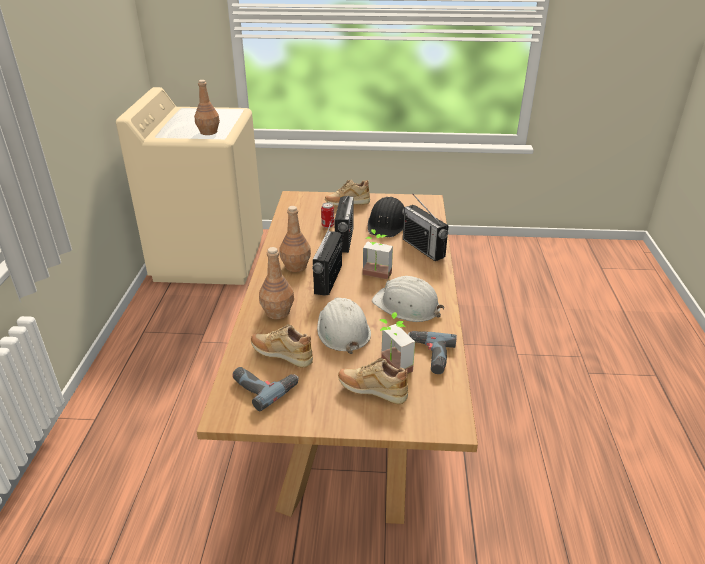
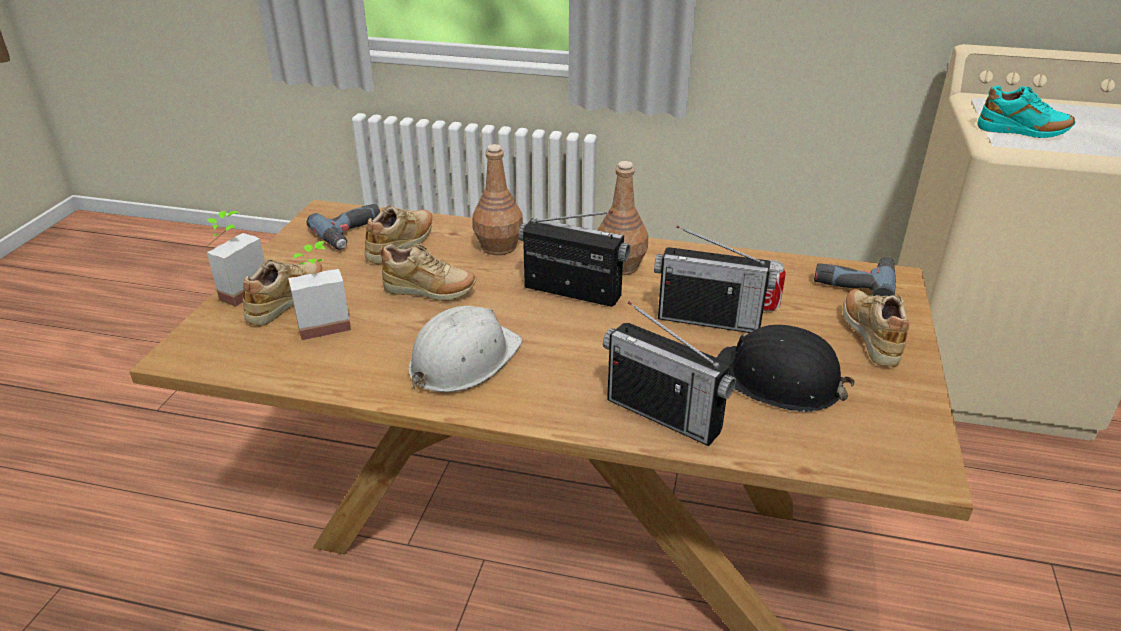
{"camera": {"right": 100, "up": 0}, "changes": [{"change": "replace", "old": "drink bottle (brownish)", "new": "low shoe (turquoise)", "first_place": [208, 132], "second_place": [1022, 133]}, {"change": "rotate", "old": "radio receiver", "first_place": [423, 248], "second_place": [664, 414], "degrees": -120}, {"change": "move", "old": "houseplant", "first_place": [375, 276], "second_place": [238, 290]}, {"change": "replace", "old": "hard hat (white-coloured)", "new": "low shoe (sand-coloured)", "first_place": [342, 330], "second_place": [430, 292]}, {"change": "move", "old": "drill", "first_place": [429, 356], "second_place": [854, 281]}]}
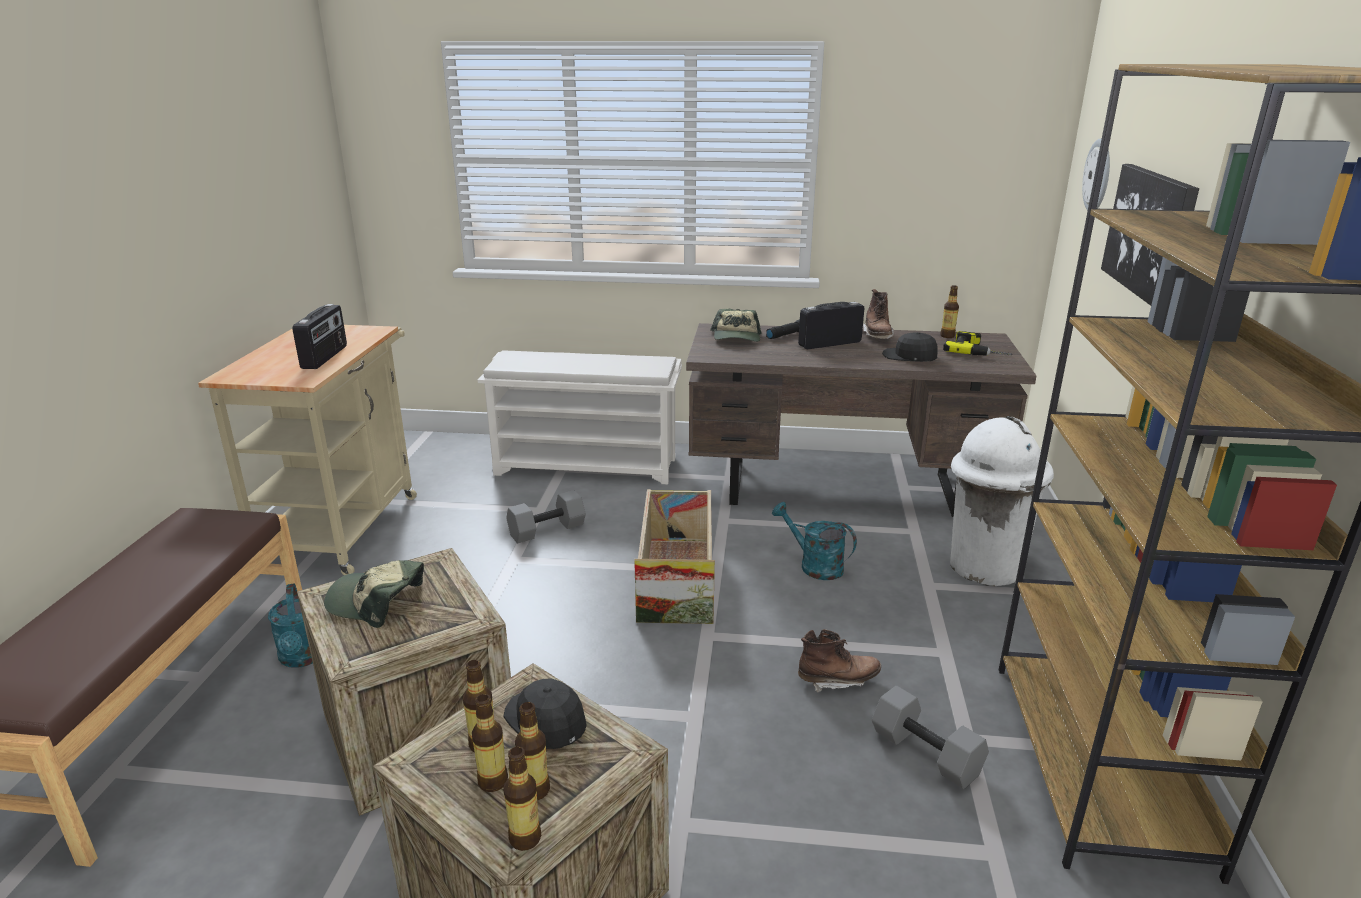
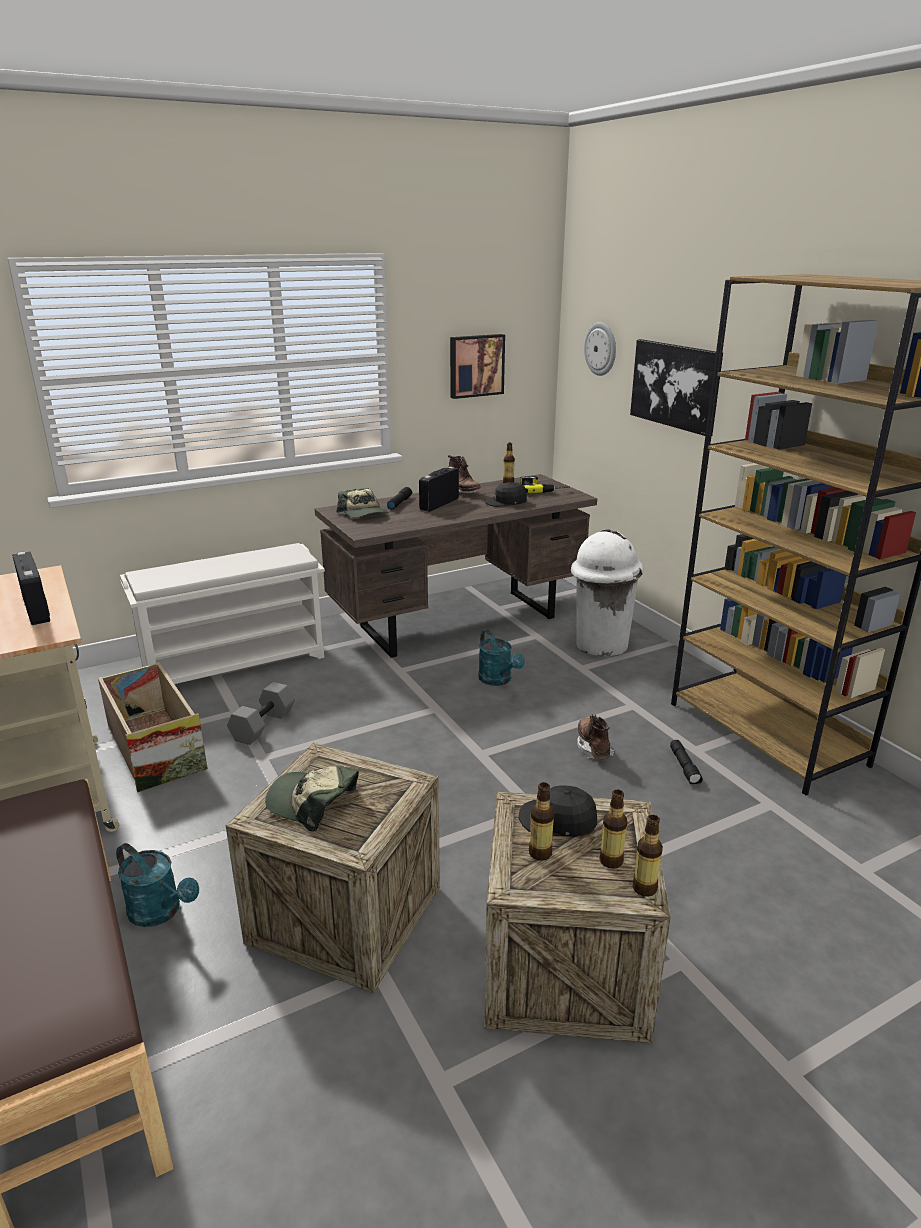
{"camera": {"right": -35, "up": 0}, "changes": [{"change": "move", "old": "crate", "first_place": [676, 579], "second_place": [154, 747]}, {"change": "rotate", "old": "watering can (turquoise)", "first_place": [814, 565], "second_place": [498, 680], "degrees": -120}, {"change": "rotate", "old": "cap", "first_place": [376, 601], "second_place": [312, 803], "degrees": 45}, {"change": "rotate", "old": "boot (brownish)", "first_place": [837, 680], "second_place": [593, 747], "degrees": -60}, {"change": "replace", "old": "free weight (greyish)", "new": "flashlight (black-coloured)", "first_place": [927, 753], "second_place": [685, 767]}, {"change": "delete", "old": "drink bottle", "first_place": [492, 781]}, {"change": "insert", "new": "wall art", "second_place": [476, 365]}]}
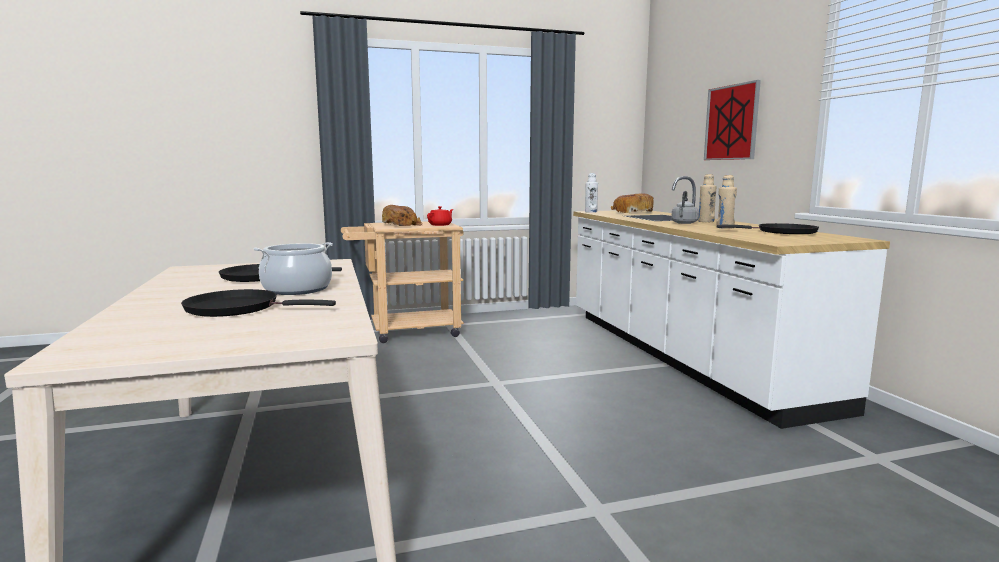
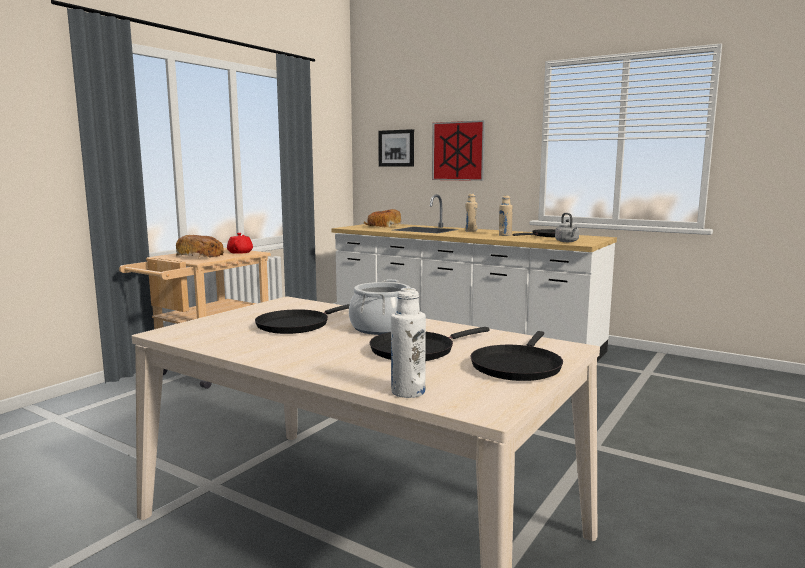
{"camera": {"right": -40, "up": 0}, "changes": [{"change": "move", "old": "drink bottle (white-coloured)", "first_place": [591, 212], "second_place": [408, 392]}, {"change": "move", "old": "water kettle (greyish)", "first_place": [684, 223], "second_place": [567, 241]}, {"change": "insert", "new": "wall art", "second_place": [396, 148]}, {"change": "insert", "new": "skillet (black-coloured)", "second_place": [517, 366]}]}
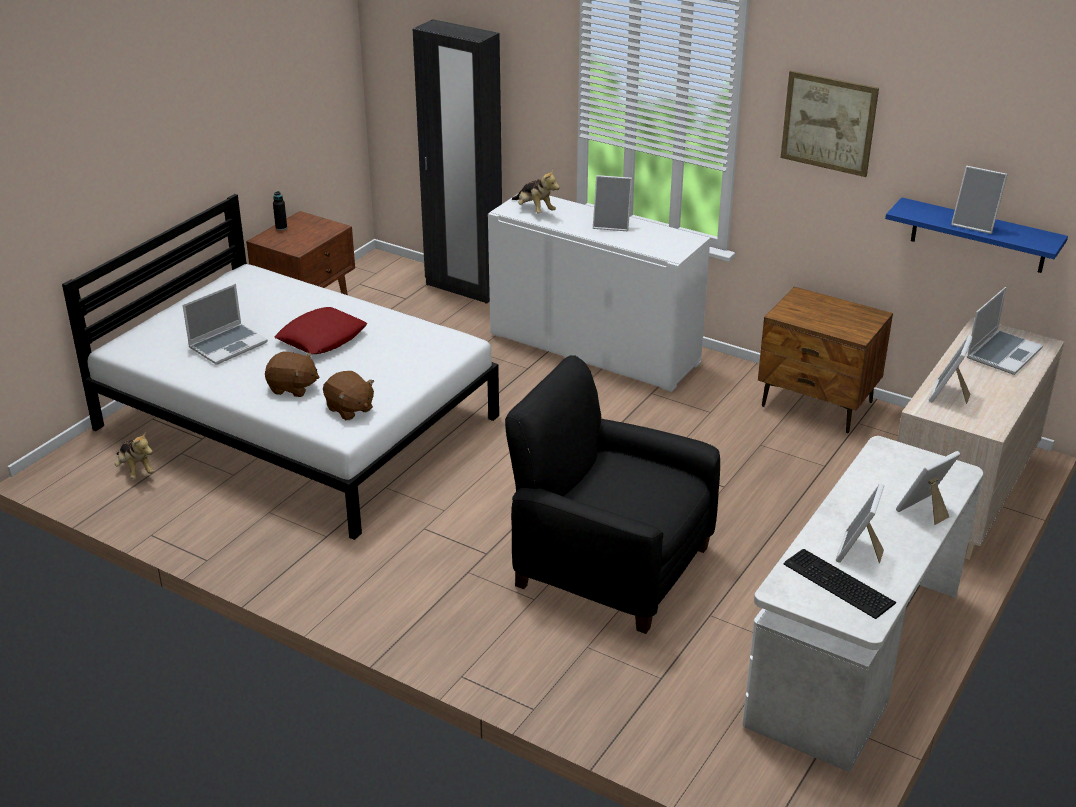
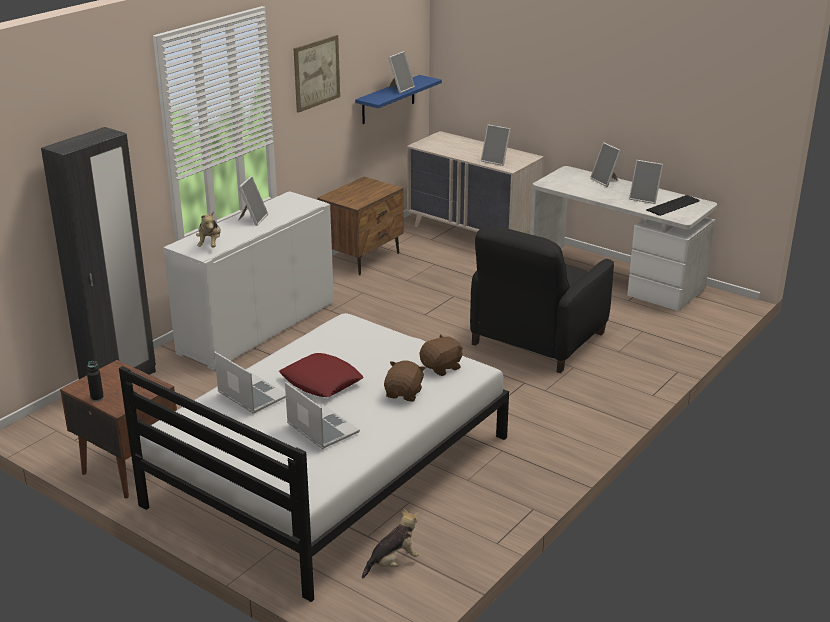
{"camera": {"right": -85, "up": -5}, "changes": [{"change": "rotate", "old": "cuddly toy", "first_place": [534, 210], "second_place": [210, 244], "degrees": 120}, {"change": "move", "old": "notebook computer", "first_place": [1003, 353], "second_place": [251, 395]}]}
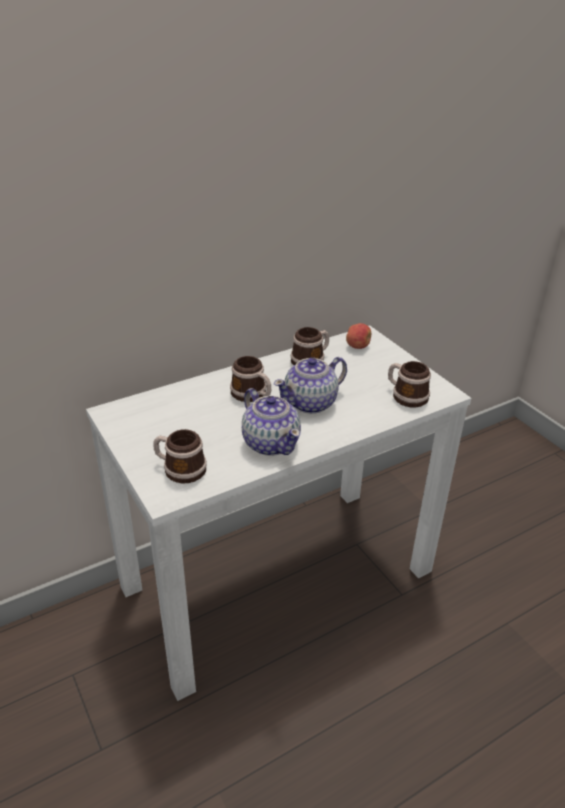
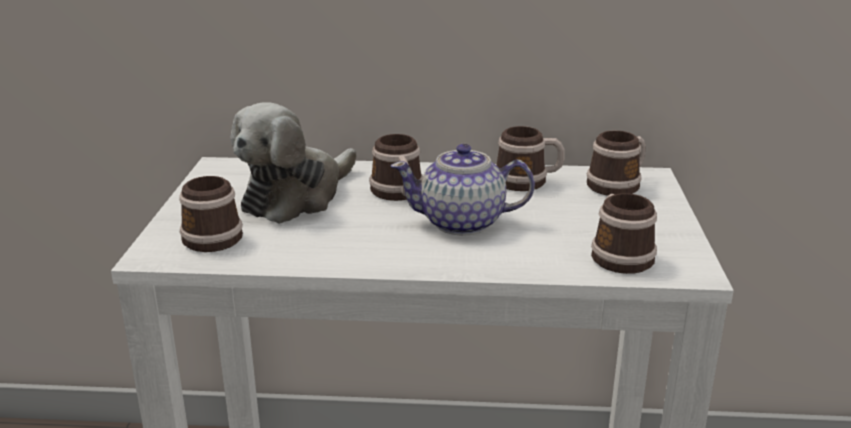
{"camera": {"right": 35, "up": -10}, "changes": [{"change": "replace", "old": "whole apple", "new": "coffee mug", "first_place": [358, 346], "second_place": [618, 184]}, {"change": "delete", "old": "pot for tea", "first_place": [271, 443]}, {"change": "insert", "new": "cuddly toy", "second_place": [296, 197]}]}
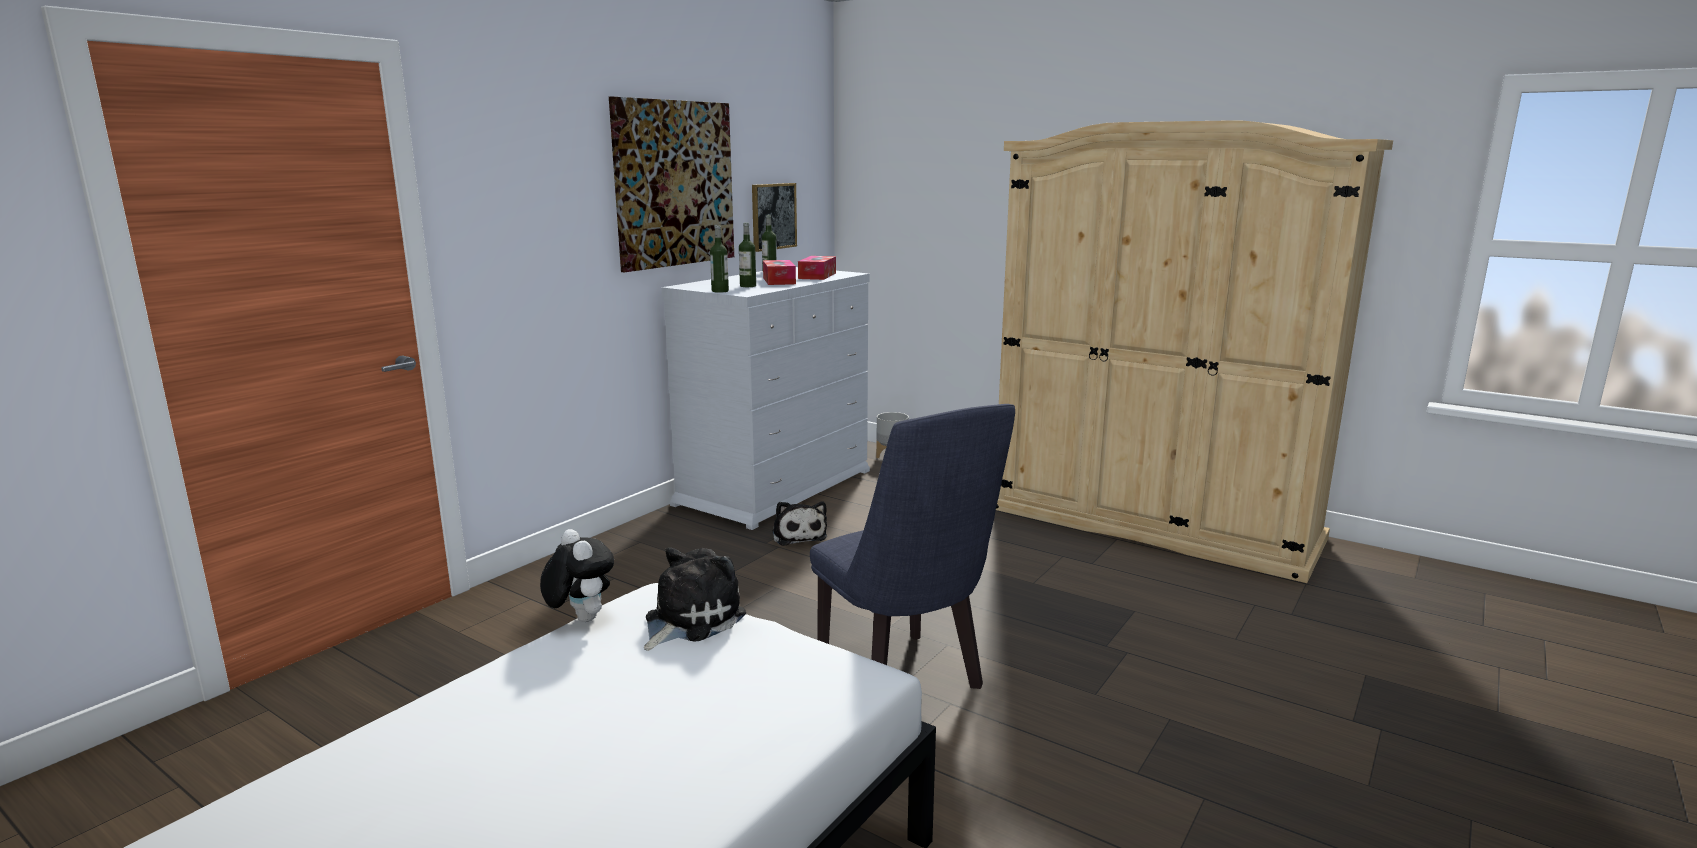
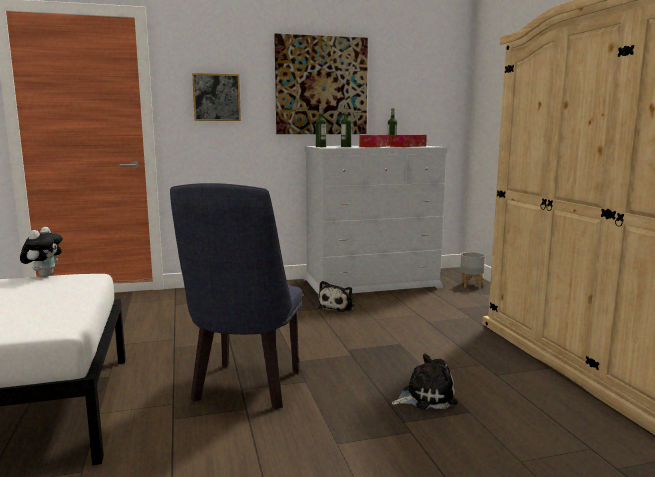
{"camera": {"right": 40, "up": -5}, "changes": [{"change": "move", "old": "wall art", "first_place": [773, 216], "second_place": [216, 97]}, {"change": "move", "old": "cuddly toy", "first_place": [690, 620], "second_place": [425, 397]}]}
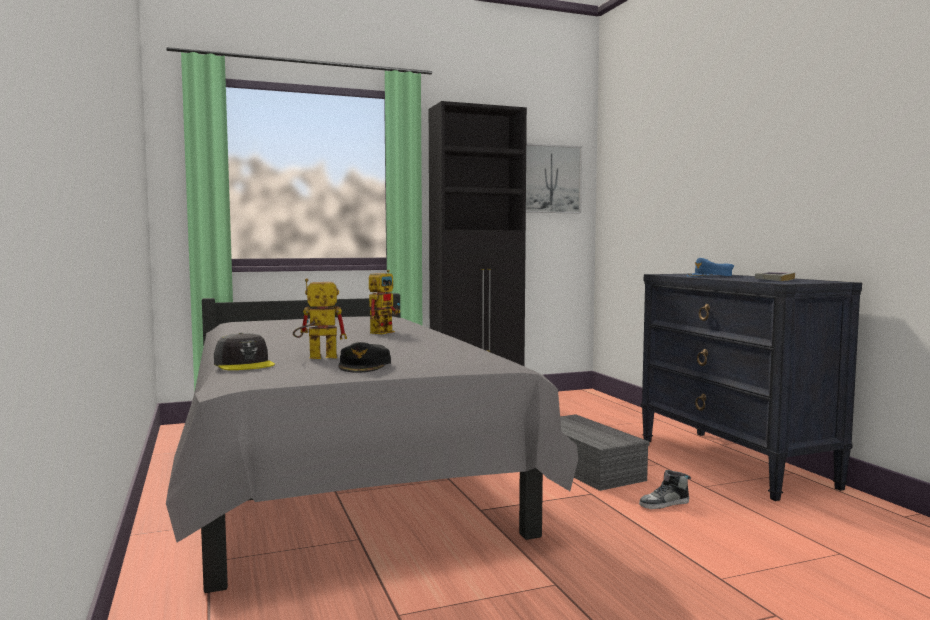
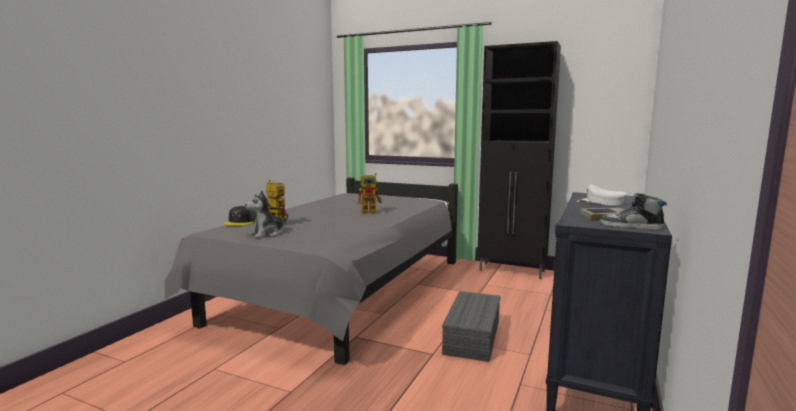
{"camera": {"right": 45, "up": 5}, "changes": [{"change": "delete", "old": "wall art", "first_place": [549, 179]}, {"change": "recolor", "old": "cap (bluish)", "new": "cap (white-coloured)", "first_place": [710, 276], "second_place": [600, 202]}, {"change": "replace", "old": "cap (black-coloured)", "new": "cuddly toy", "first_place": [365, 366], "second_place": [267, 234]}, {"change": "move", "old": "low shoe", "first_place": [664, 504], "second_place": [631, 226]}]}
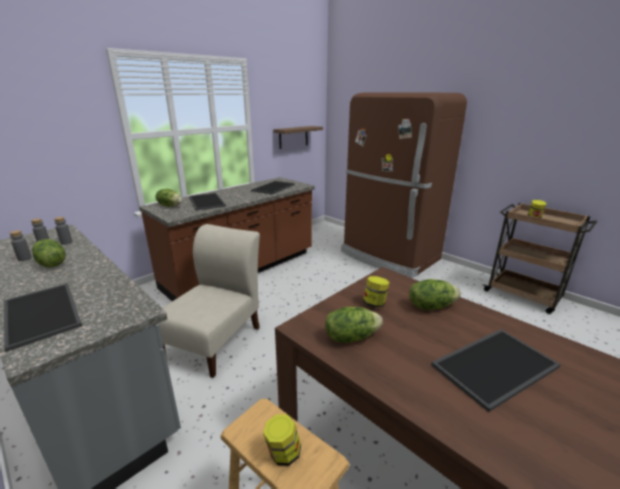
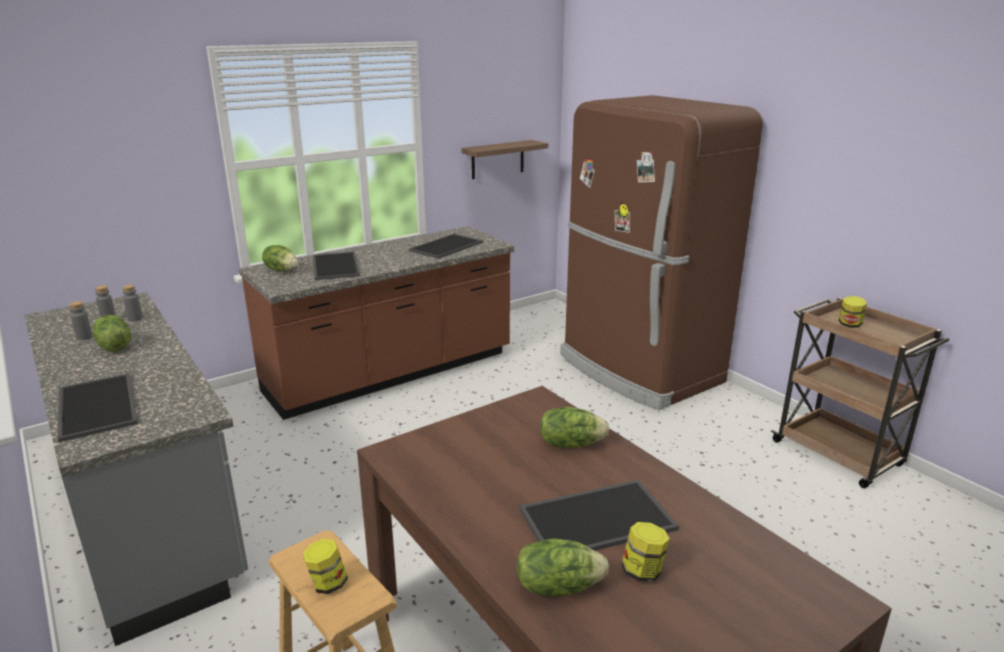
{"camera": {"right": 10, "up": 0}, "changes": [{"change": "delete", "old": "plain chair (sand-coloured)", "first_place": [216, 340]}, {"change": "move", "old": "preserve jar", "first_place": [375, 304], "second_place": [643, 571]}, {"change": "move", "old": "lettuce head", "first_place": [350, 337], "second_place": [558, 586]}]}
